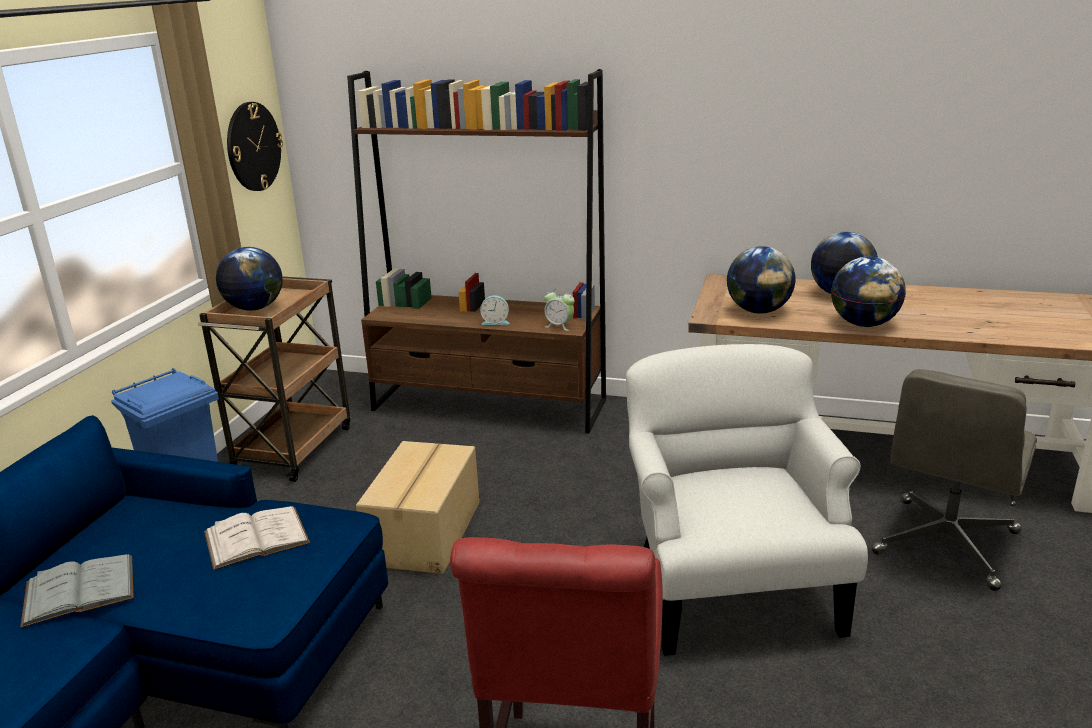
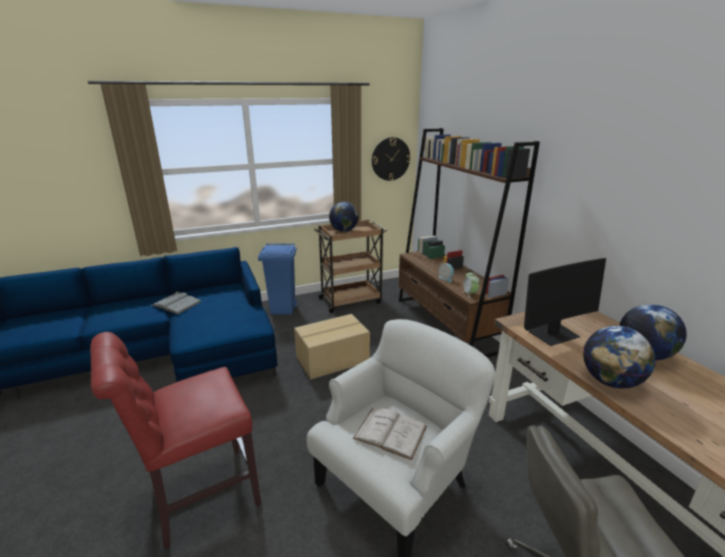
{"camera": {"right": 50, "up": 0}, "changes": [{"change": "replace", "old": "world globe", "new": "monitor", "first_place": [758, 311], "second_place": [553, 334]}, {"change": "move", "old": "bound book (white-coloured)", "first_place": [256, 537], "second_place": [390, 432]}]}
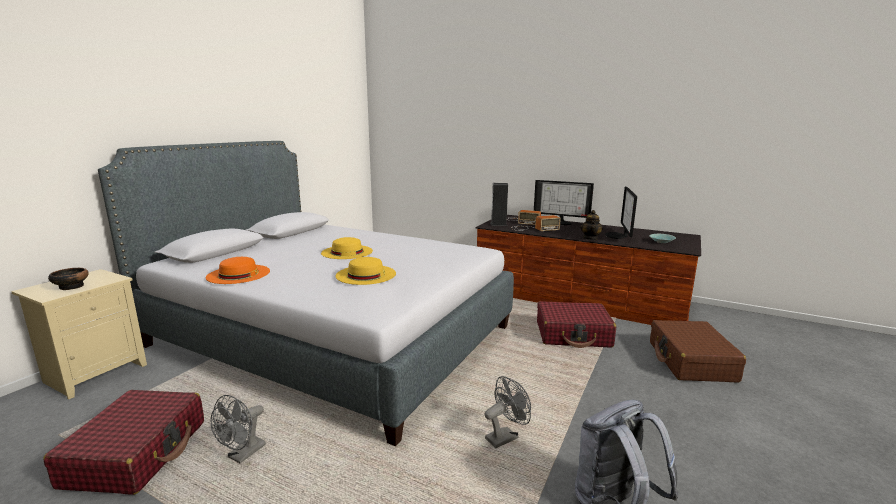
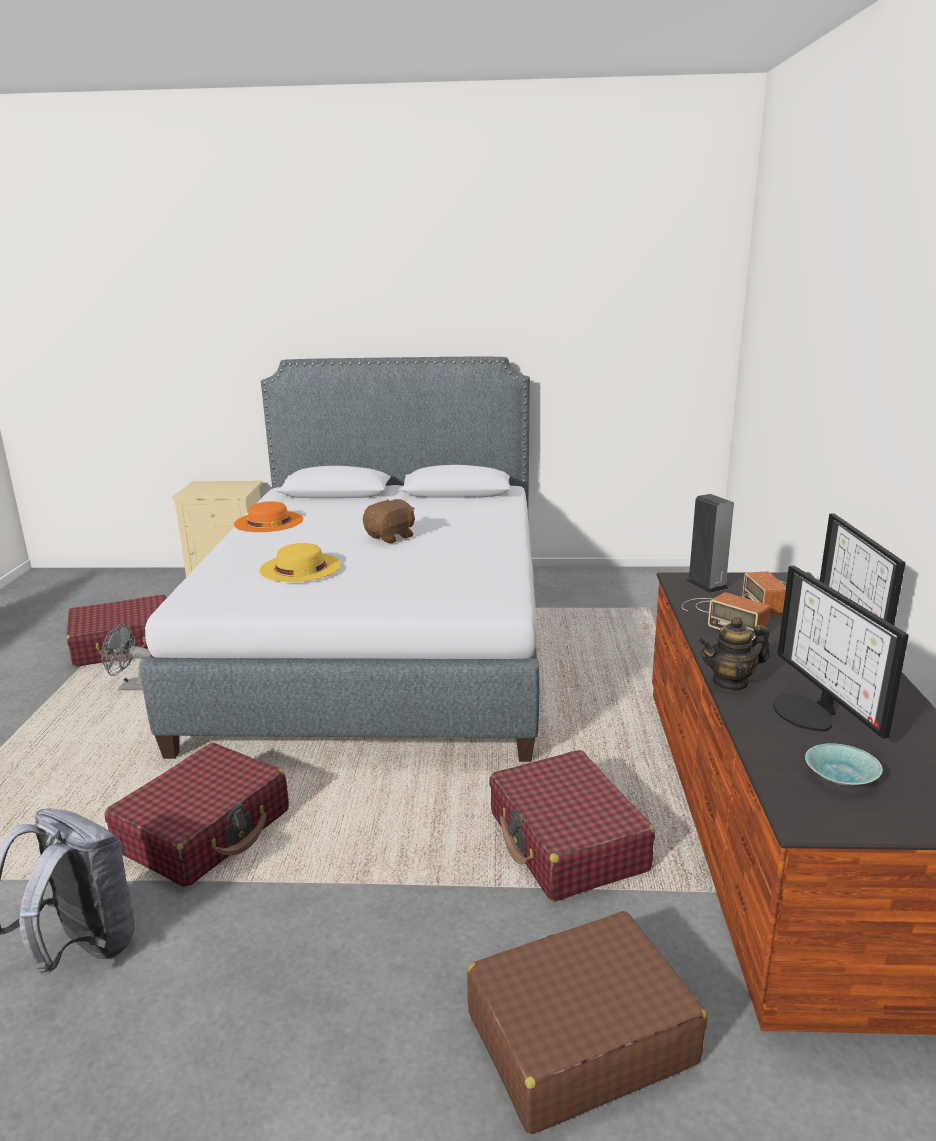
{"camera": {"right": 65, "up": 5}, "changes": [{"change": "rotate", "old": "monitor", "first_place": [618, 236], "second_place": [810, 712], "degrees": -90}, {"change": "replace", "old": "hat (yellow)", "new": "cuddly toy (brownish)", "first_place": [347, 252], "second_place": [391, 537]}, {"change": "delete", "old": "bowl", "first_place": [71, 286]}, {"change": "replace", "old": "electric fan (greyish)", "new": "piece of luggage (reddish)", "first_place": [505, 436], "second_place": [205, 830]}]}
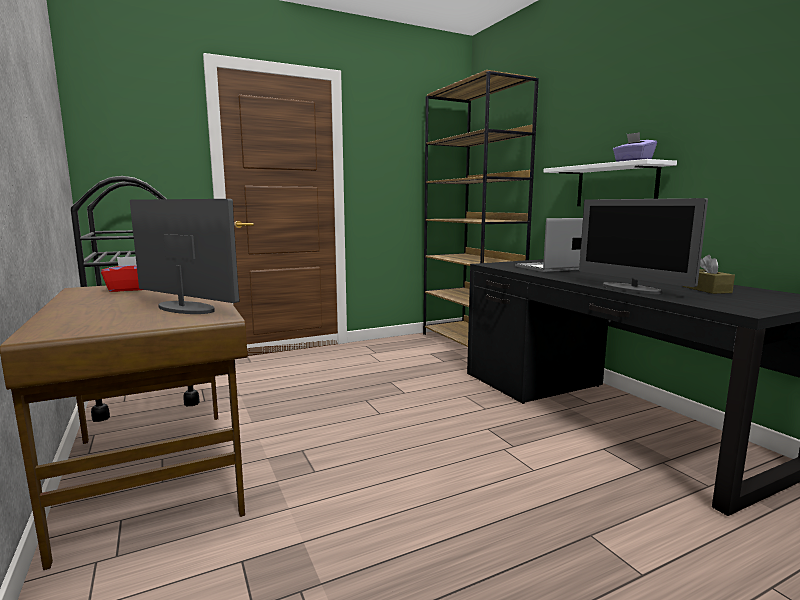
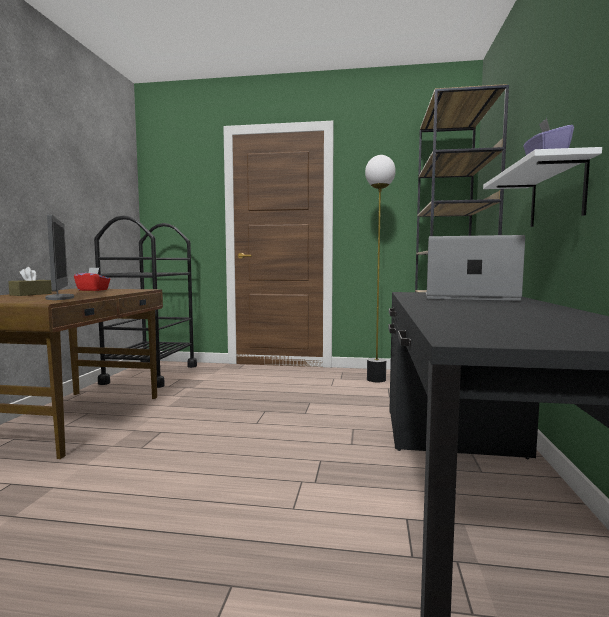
{"camera": {"right": 35, "up": -5}, "changes": [{"change": "delete", "old": "monitor", "first_place": [631, 289]}, {"change": "move", "old": "box of tissues (brownish)", "first_place": [706, 289], "second_place": [31, 294]}, {"change": "insert", "new": "standard lamp", "second_place": [376, 379]}]}
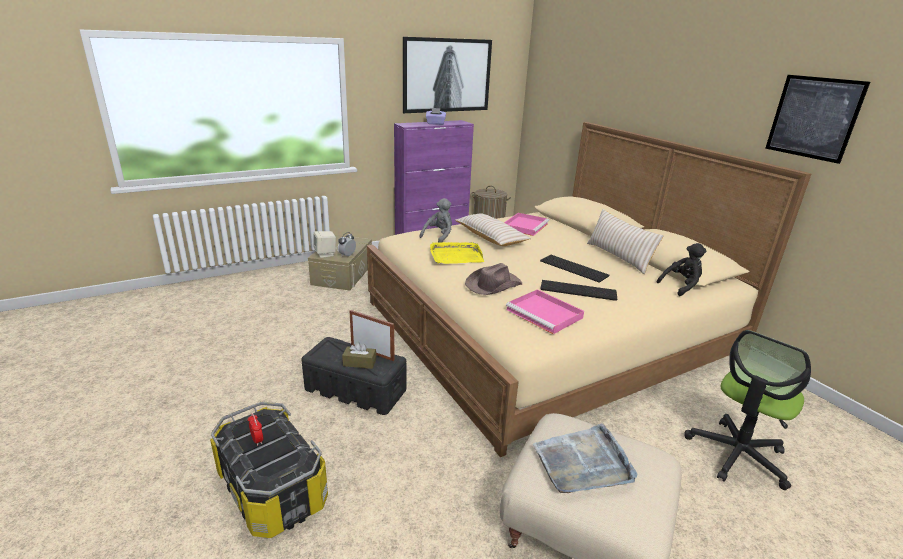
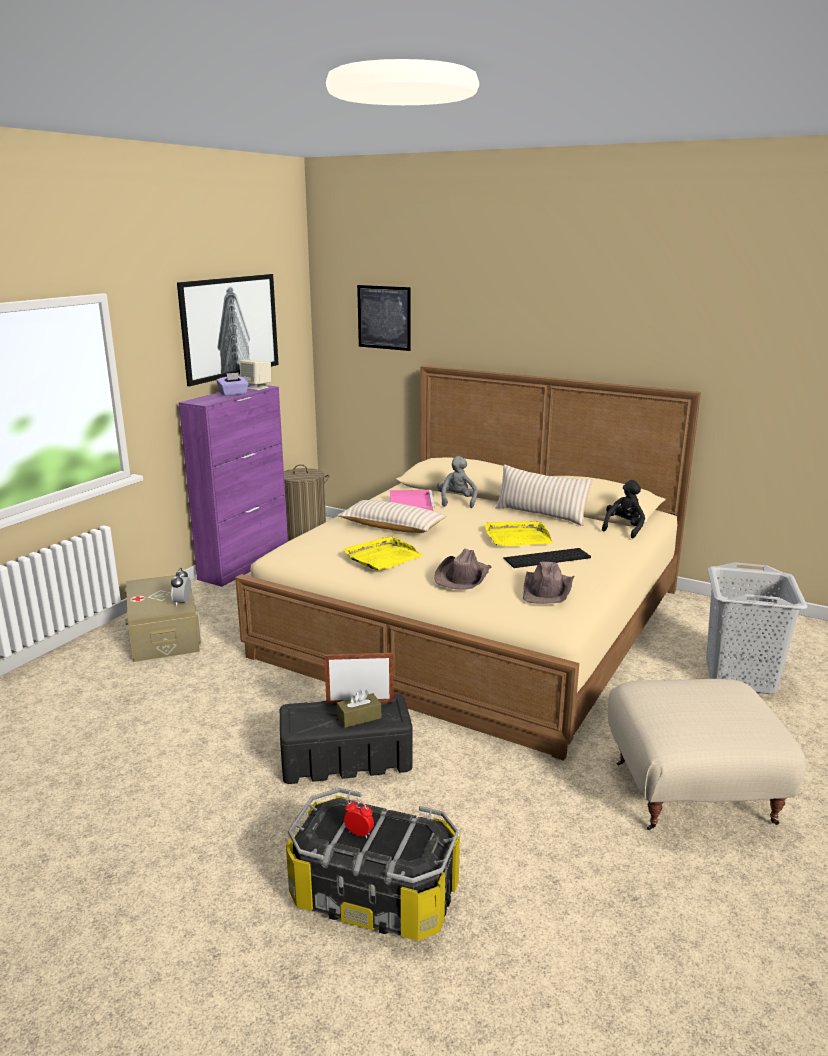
{"camera": {"right": -30, "up": -5}, "changes": [{"change": "move", "old": "wall art", "first_place": [813, 118], "second_place": [384, 317]}, {"change": "move", "old": "cuddly toy (greyish)", "first_place": [439, 236], "second_place": [456, 501]}, {"change": "move", "old": "speaker (sand-coloured)", "first_place": [325, 254], "second_place": [257, 388]}, {"change": "replace", "old": "PC keyboard", "new": "carrying tray (yellow)", "first_place": [575, 268], "second_place": [517, 537]}, {"change": "replace", "old": "carrying tray (pink-coloured)", "new": "hat (brownish)", "first_place": [545, 314], "second_place": [548, 590]}, {"change": "replace", "old": "desk chair", "new": "laundry basket (greyish)", "first_place": [737, 455], "second_place": [739, 676]}, {"change": "delete", "old": "carrying tray (greyish)", "first_place": [583, 463]}]}
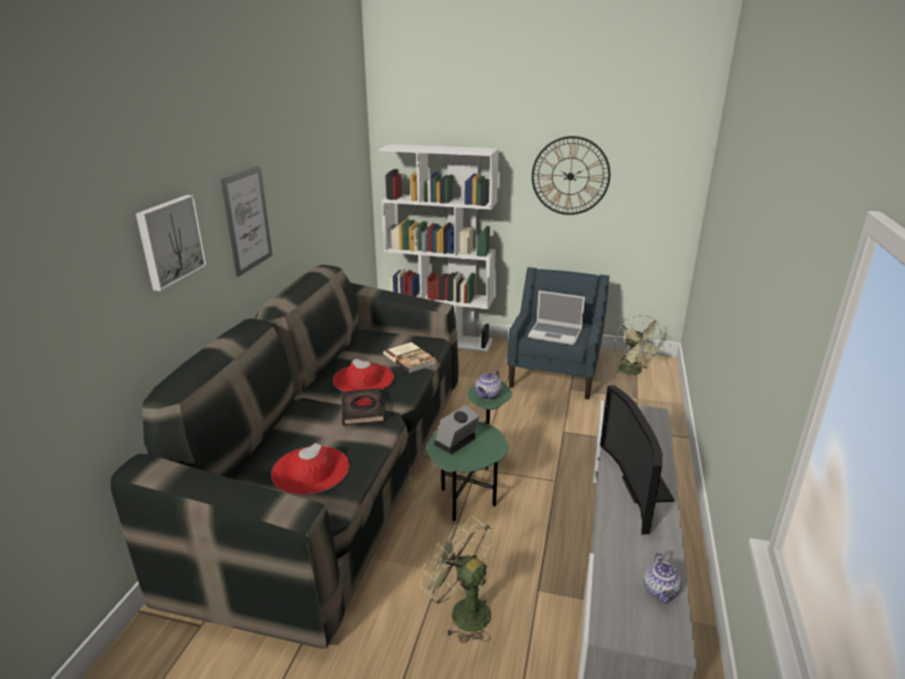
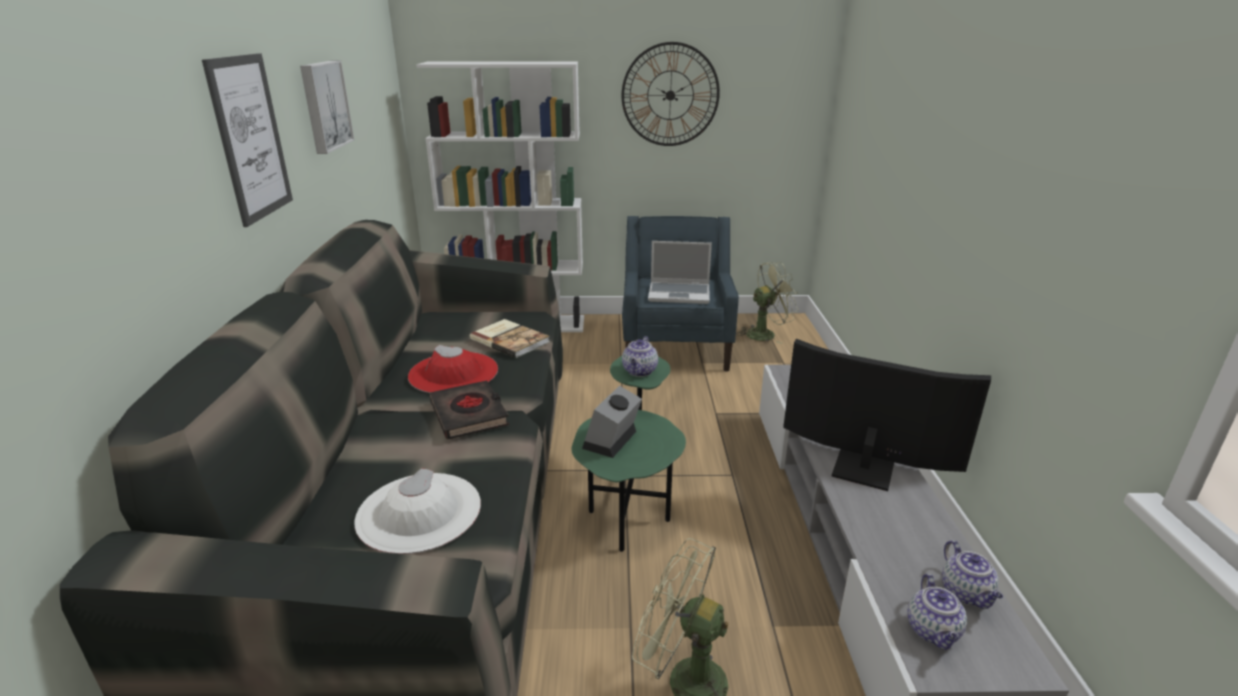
{"camera": {"right": -15, "up": 0}, "changes": [{"change": "move", "old": "wall art", "first_place": [170, 241], "second_place": [324, 105]}, {"change": "rotate", "old": "electric fan (greenish)", "first_place": [633, 372], "second_place": [766, 334], "degrees": -75}, {"change": "rotate", "old": "television", "first_place": [639, 488], "second_place": [866, 463], "degrees": 135}, {"change": "recolor", "old": "hat (reddish)", "new": "hat (white-coloured)", "first_place": [310, 470], "second_place": [419, 512]}, {"change": "insert", "new": "pot for tea", "second_place": [933, 632]}]}
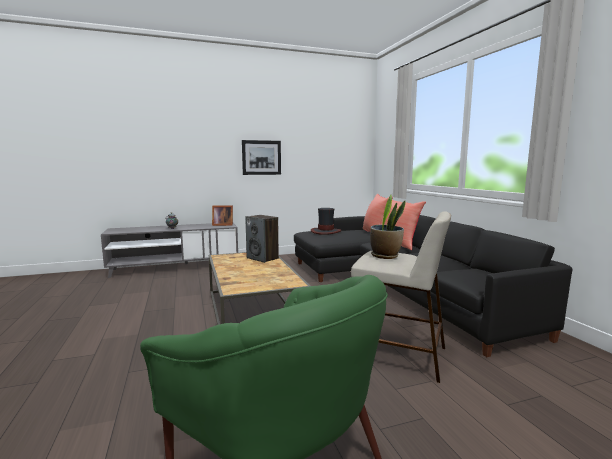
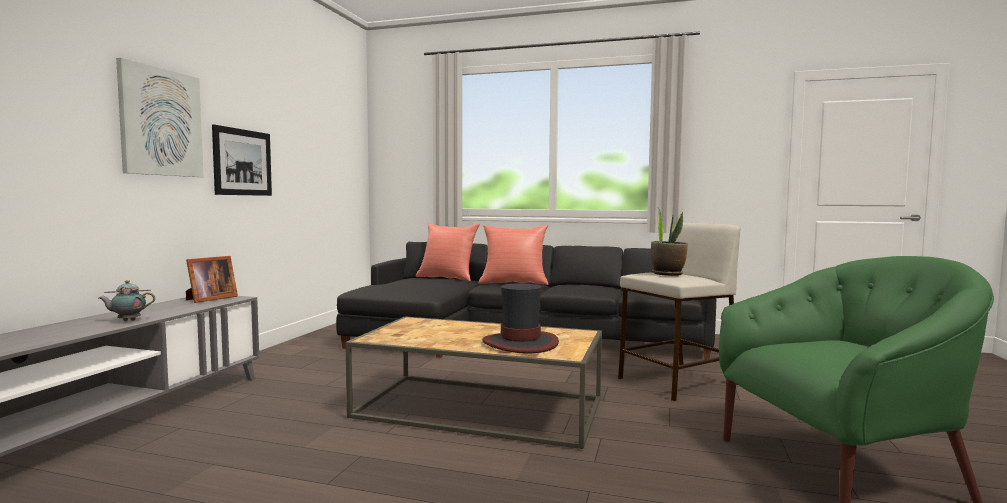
{"camera": {"right": -55, "up": -5}, "changes": [{"change": "move", "old": "hat", "first_place": [325, 231], "second_place": [520, 343]}, {"change": "delete", "old": "speaker", "first_place": [263, 258]}, {"change": "insert", "new": "wall art", "second_place": [161, 122]}]}
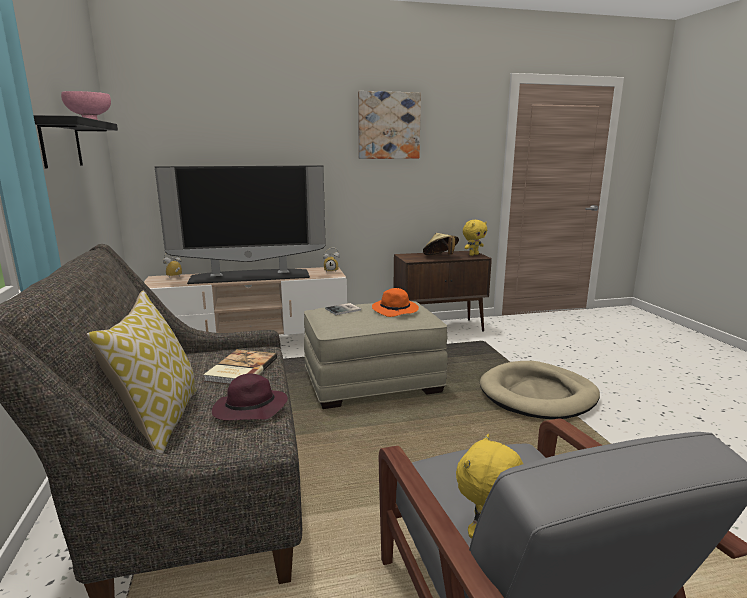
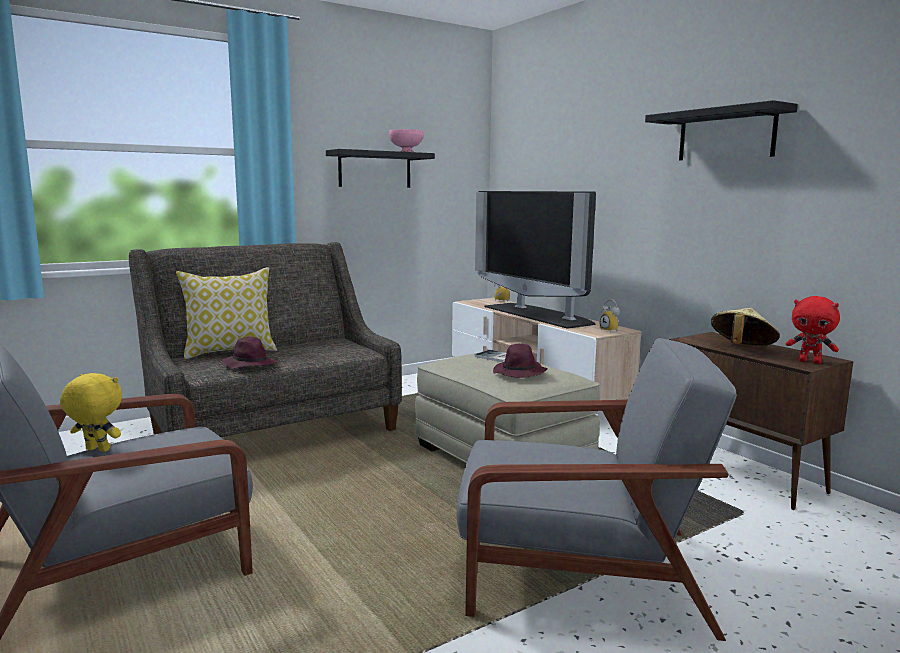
{"camera": {"right": 70, "up": -5}, "changes": [{"change": "replace", "old": "wall art", "new": "shelf (black-coloured)", "first_place": [388, 125], "second_place": [726, 135]}, {"change": "recolor", "old": "cuddly toy (yellow)", "new": "cuddly toy (reddish)", "first_place": [473, 254], "second_place": [810, 362]}, {"change": "recolor", "old": "hat (orangey)", "new": "hat (purplish)", "first_place": [396, 310], "second_place": [520, 373]}, {"change": "delete", "old": "bound book", "first_place": [240, 369]}, {"change": "replace", "old": "pet bed (sand-coloured)", "new": "armchair (greyish)", "first_place": [538, 395], "second_place": [578, 570]}]}
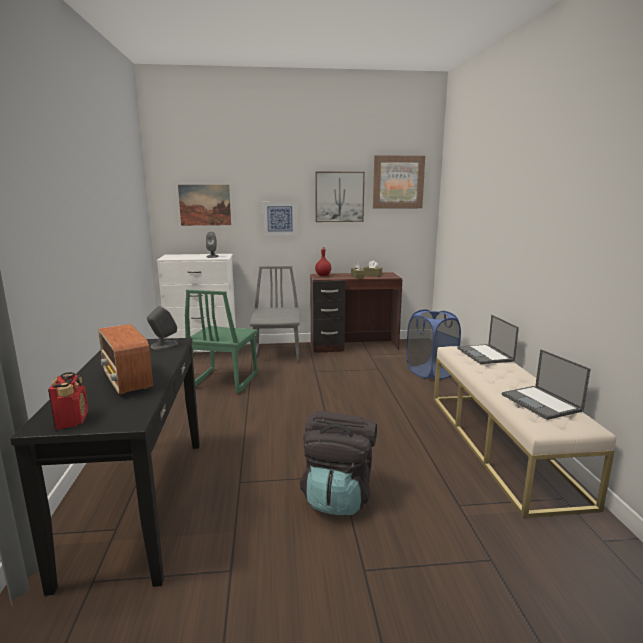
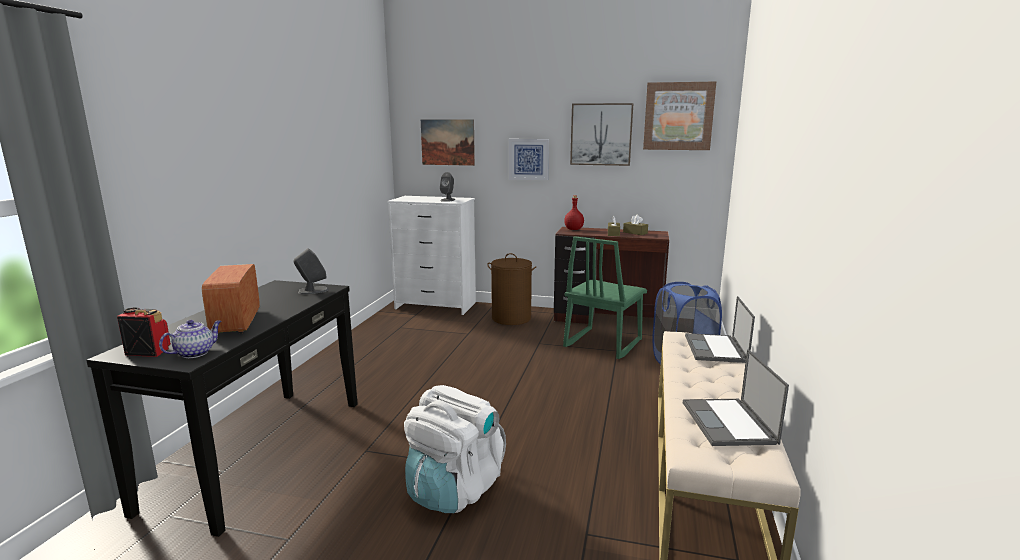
{"camera": {"right": 20, "up": 0}, "changes": [{"change": "replace", "old": "plain chair (greyish)", "new": "laundry basket (brownish)", "first_place": [277, 354], "second_place": [511, 318]}, {"change": "move", "old": "plain chair (greenish)", "first_place": [223, 381], "second_place": [602, 343]}, {"change": "rotate", "old": "radio receiver", "first_place": [72, 420], "second_place": [148, 352], "degrees": -90}, {"change": "recolor", "old": "rucksack (black-coloured)", "new": "rucksack (white-coloured)", "first_place": [338, 496], "second_place": [454, 489]}, {"change": "insert", "new": "pot for tea", "second_place": [195, 353]}]}
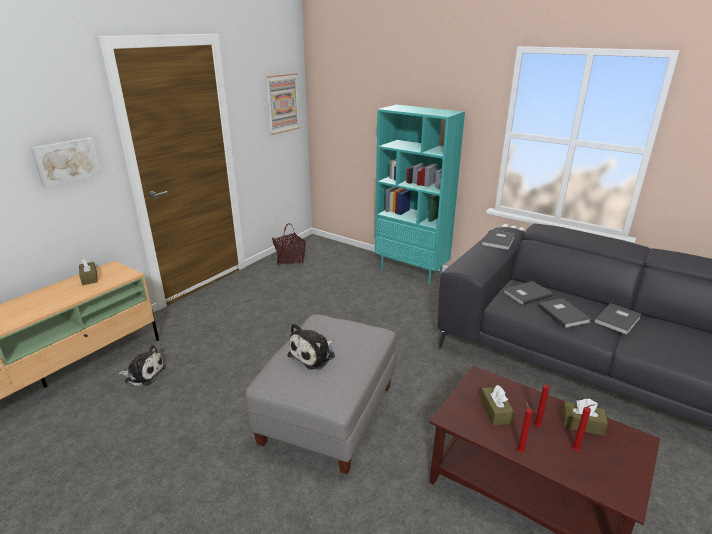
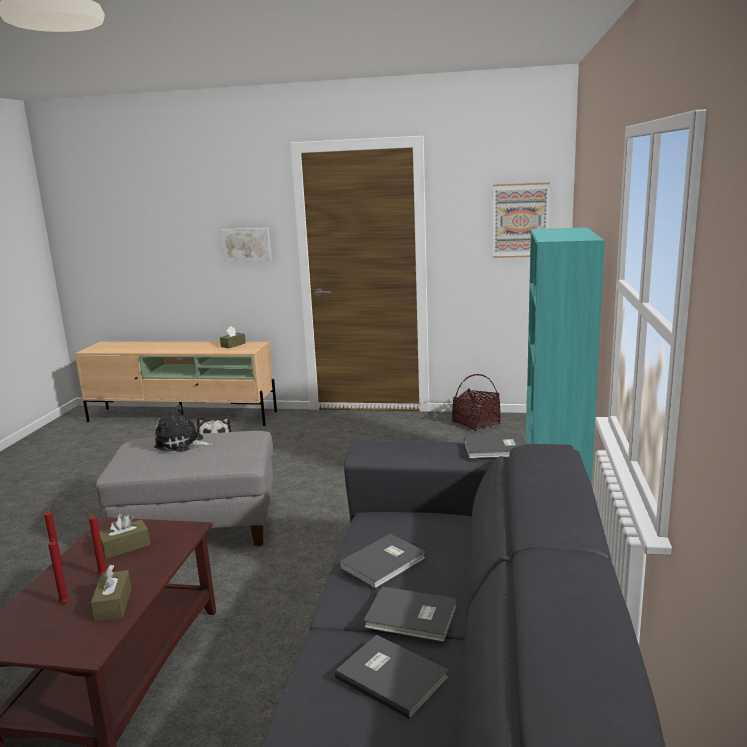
{"camera": {"right": 65, "up": -10}, "changes": [{"change": "move", "old": "bound book (greyish)", "first_place": [526, 294], "second_place": [392, 676]}]}
